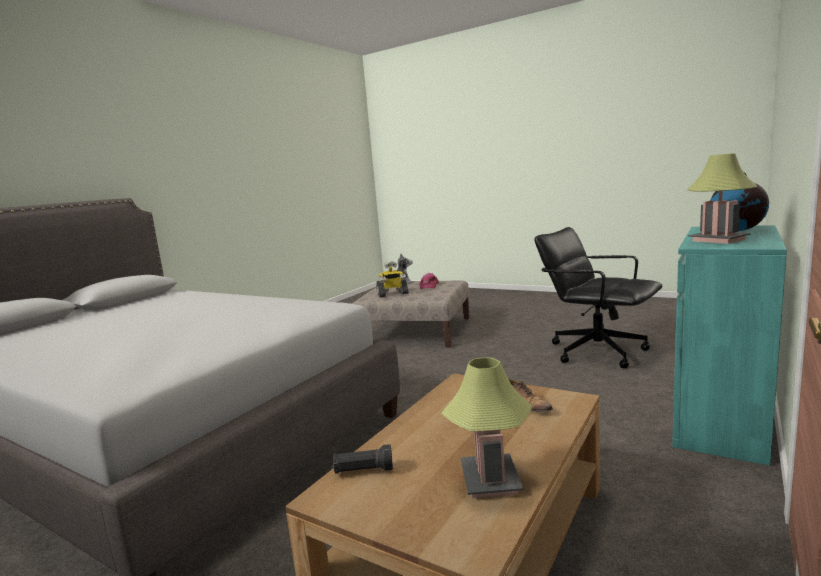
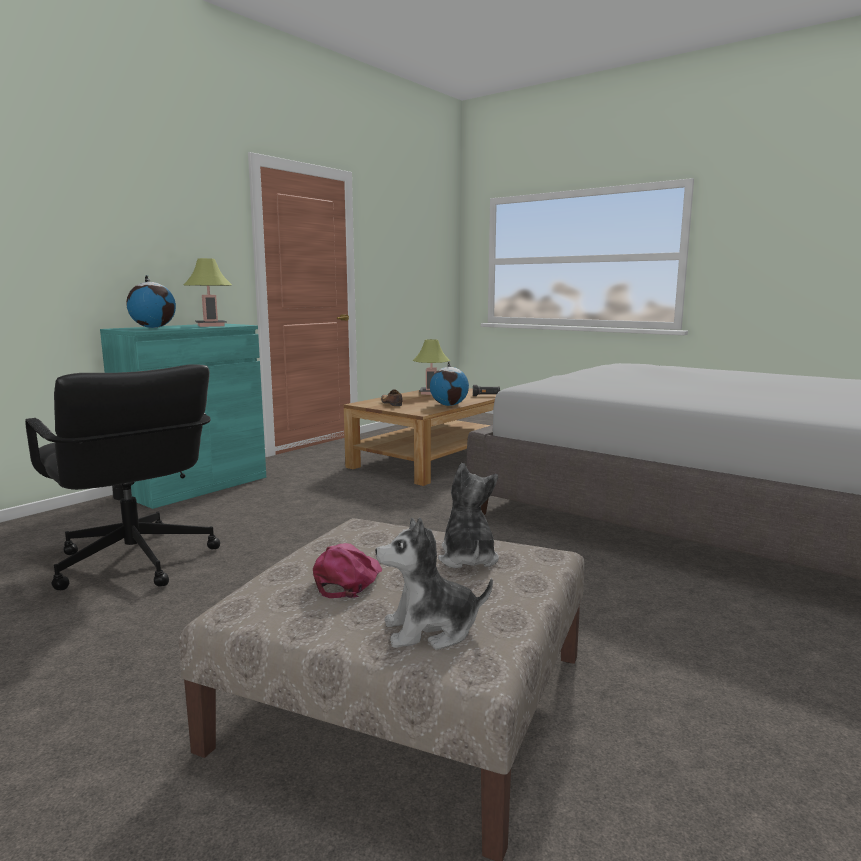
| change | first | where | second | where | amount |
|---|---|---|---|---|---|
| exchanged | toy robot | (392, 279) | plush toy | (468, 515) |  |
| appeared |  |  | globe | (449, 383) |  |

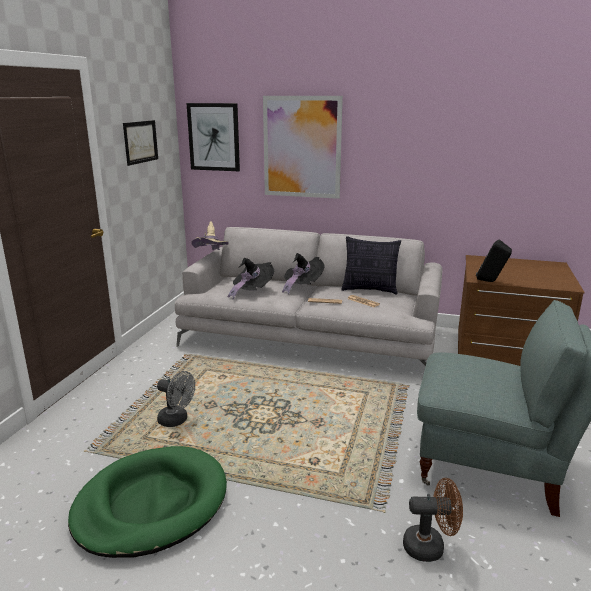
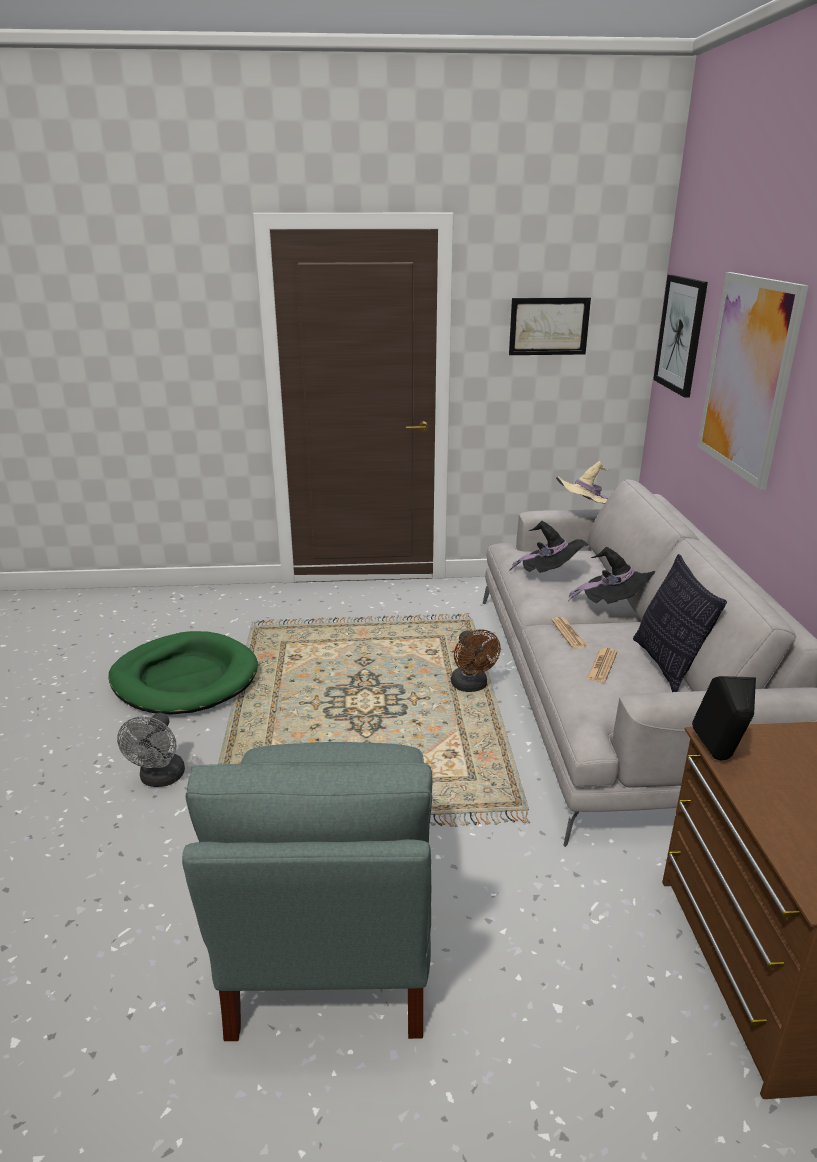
| change | first | where | second | where | amount |
|---|---|---|---|---|---|
| relocated | fan (grey) | (176, 399) |  | (151, 750) |  |
| relocated | fan (brown) | (433, 520) |  | (476, 660) |  |

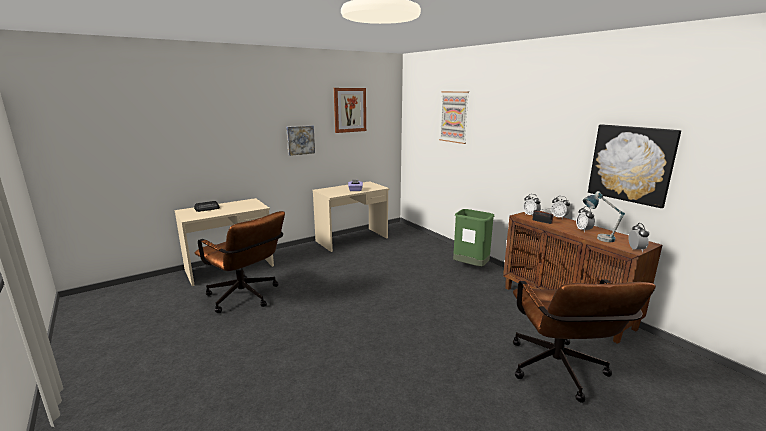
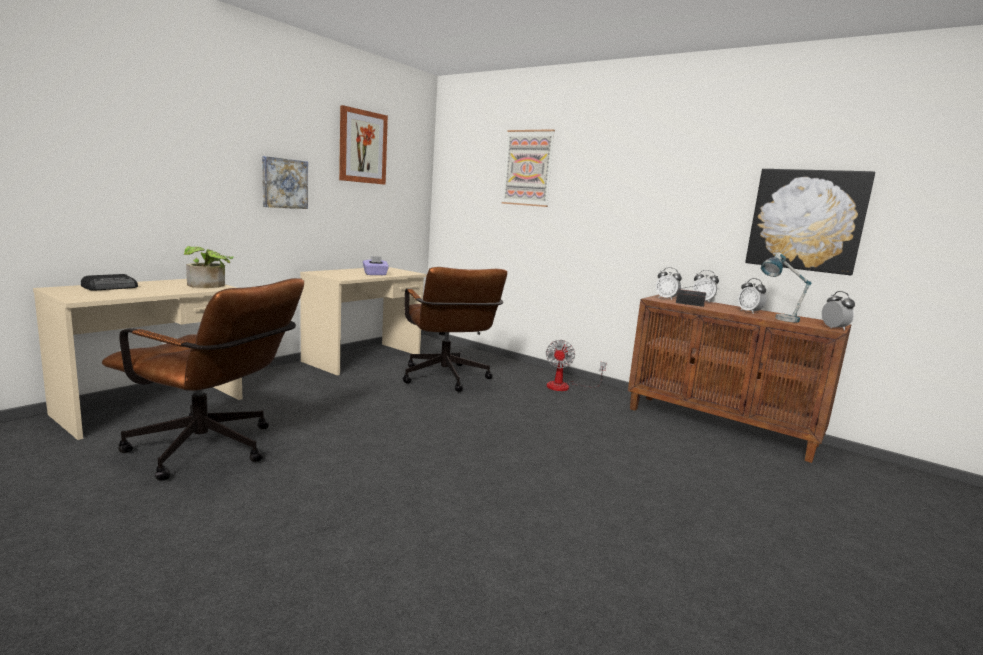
| change | first | where | second | where | amount |
|---|---|---|---|---|---|
| exchanged | trash can (green) | (474, 237) | fan | (576, 365) |  |
| relocated | office chair (brown) | (584, 341) |  | (455, 329) |  |
| appeared |  |  | potted plant | (209, 267) |  |

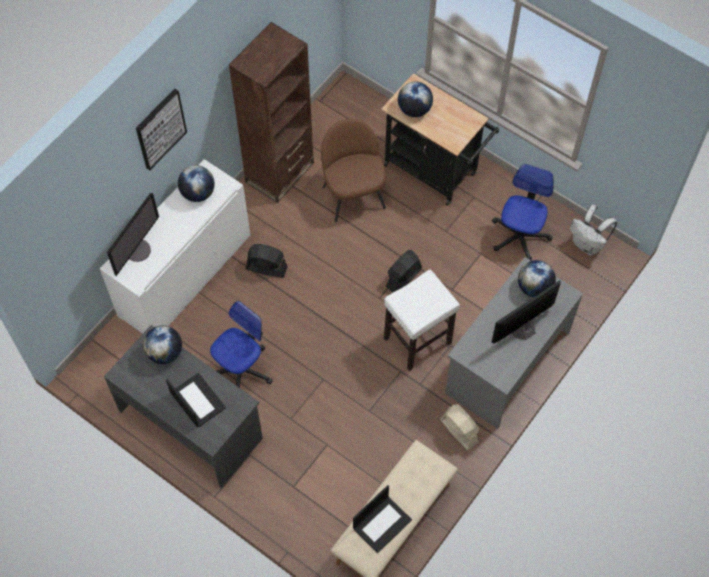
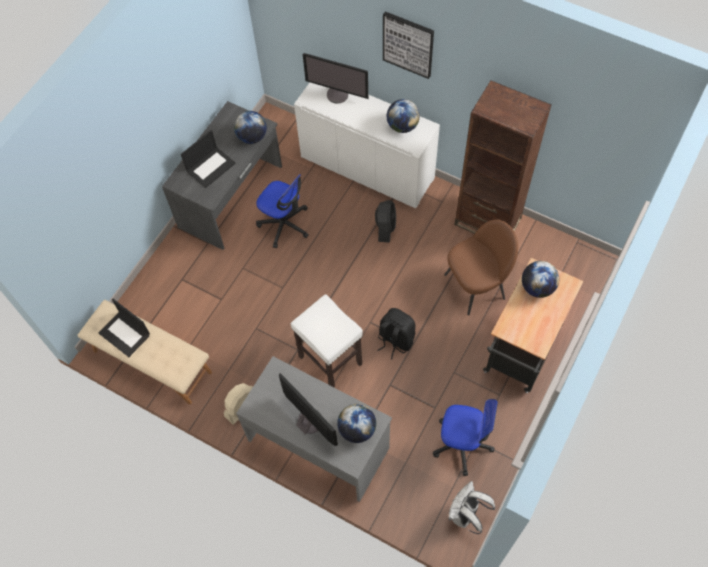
| change | first | where | second | where | amount |
|---|---|---|---|---|---|
| exchanged | fan (black) | (404, 271) | backpack (black) | (397, 333) |  |

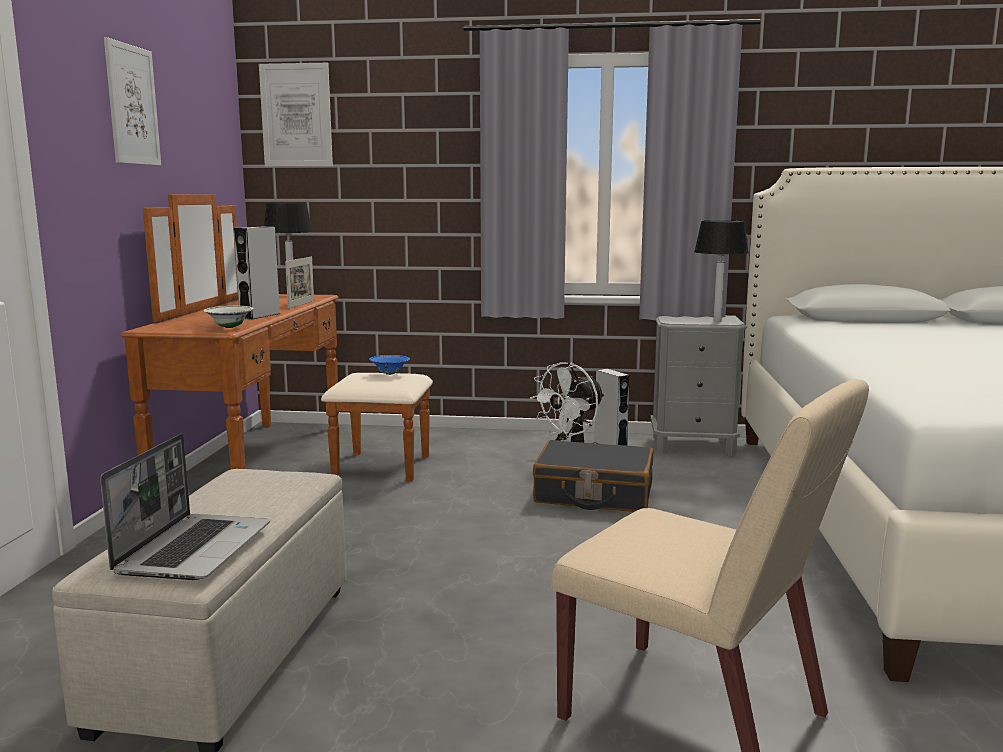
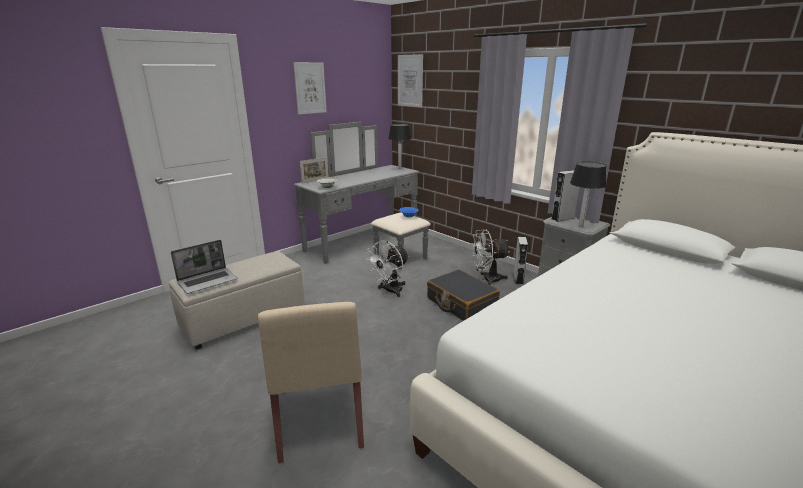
| change | first | where | second | where | amount |
|---|---|---|---|---|---|
| colour | dresser (brown) | (277, 337) | dresser (grey) | (362, 196) |  |
| relocated | speaker (grey) | (257, 273) |  | (565, 196) |  |
| relocated | picture frame | (299, 283) |  | (314, 170) |  |
| appeared |  |  | fan (white) | (387, 269) |  |

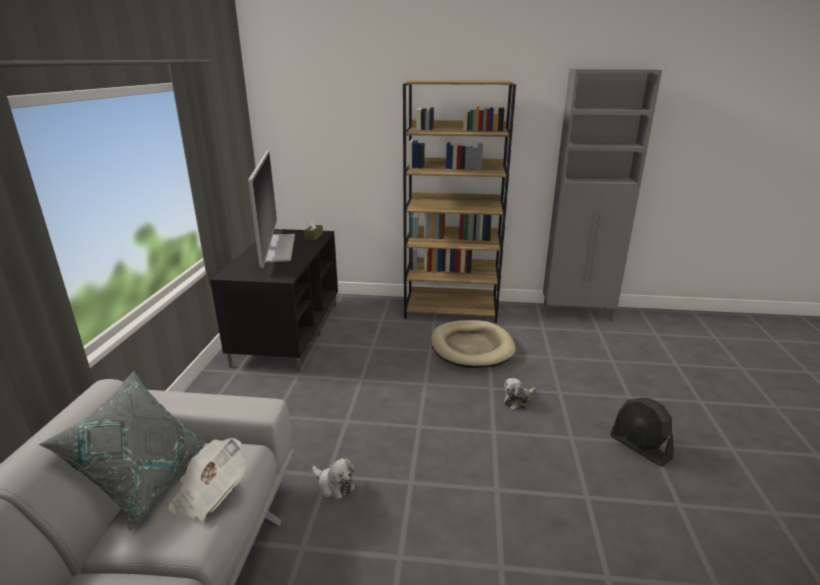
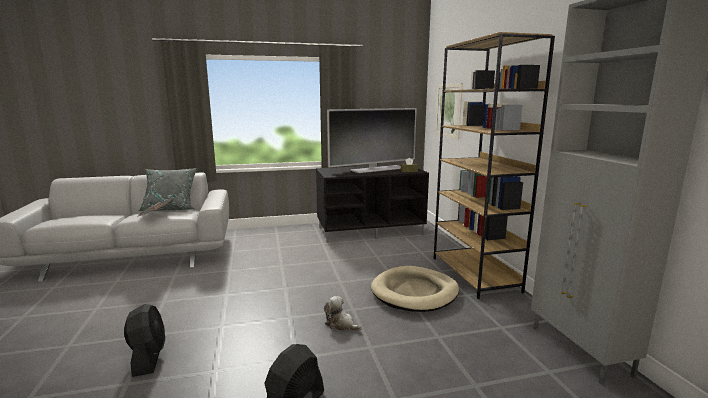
| change | first | where | second | where | amount |
|---|---|---|---|---|---|
| missing | plush toy | (333, 478) |  |  |  |
| appeared |  |  | picture | (449, 111) |  |
| appeared |  |  | fan (black) | (144, 340) |  |

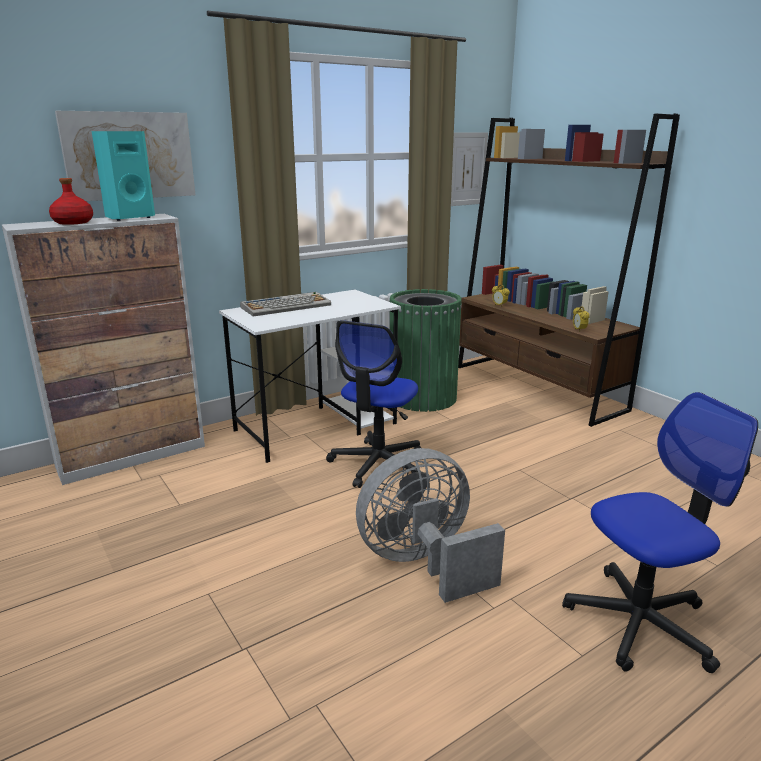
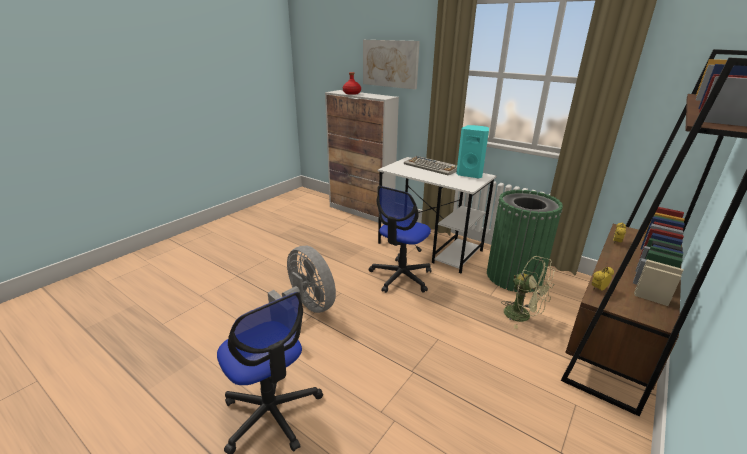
| change | first | where | second | where | amount |
|---|---|---|---|---|---|
| relocated | speaker (turquoise) | (123, 176) |  | (472, 151) |  |
| missing | picture | (469, 169) |  |  |  |
| spun | office chair | (373, 404) |  | (400, 239) | 60 degrees counterclockwise |
| appeared |  |  | fan (green) | (528, 292) |  |

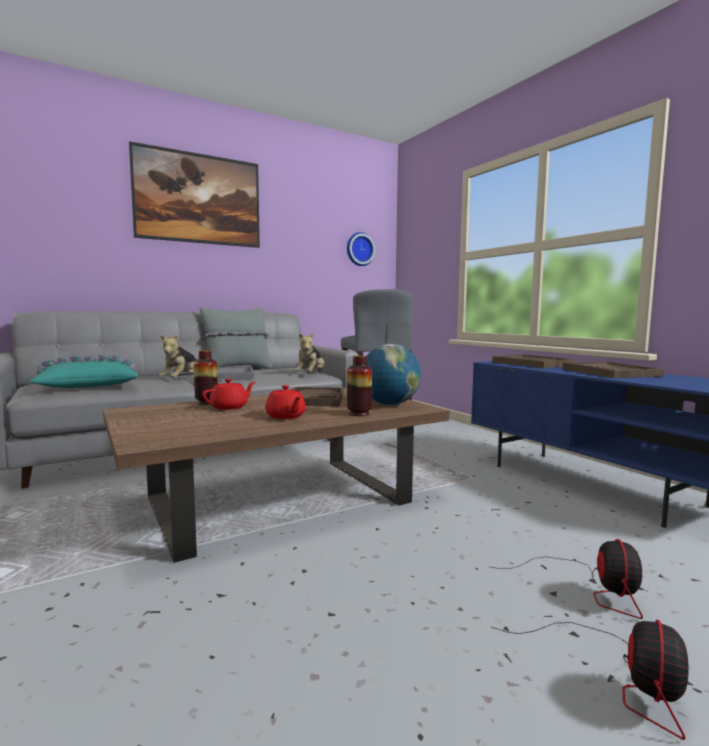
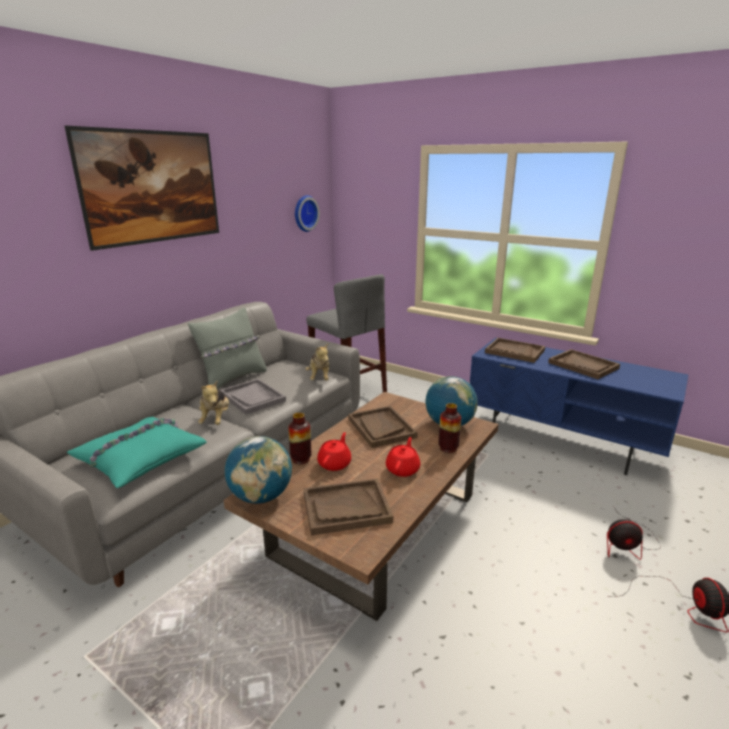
| change | first | where | second | where | amount |
|---|---|---|---|---|---|
| spun | teapot (red) | (285, 402) |  | (403, 457) | 105 degrees counterclockwise |
| spun | fan | (567, 579) |  | (634, 533) | 105 degrees clockwise |
| appeared |  |  | globe | (258, 470) |  |
| appeared |  |  | tray (brown) | (348, 507) |  |

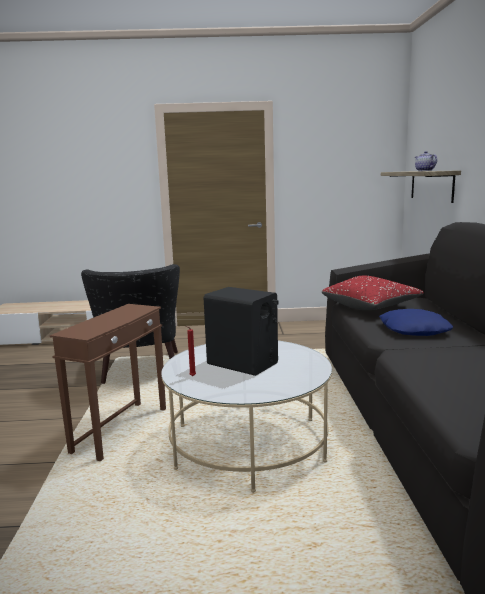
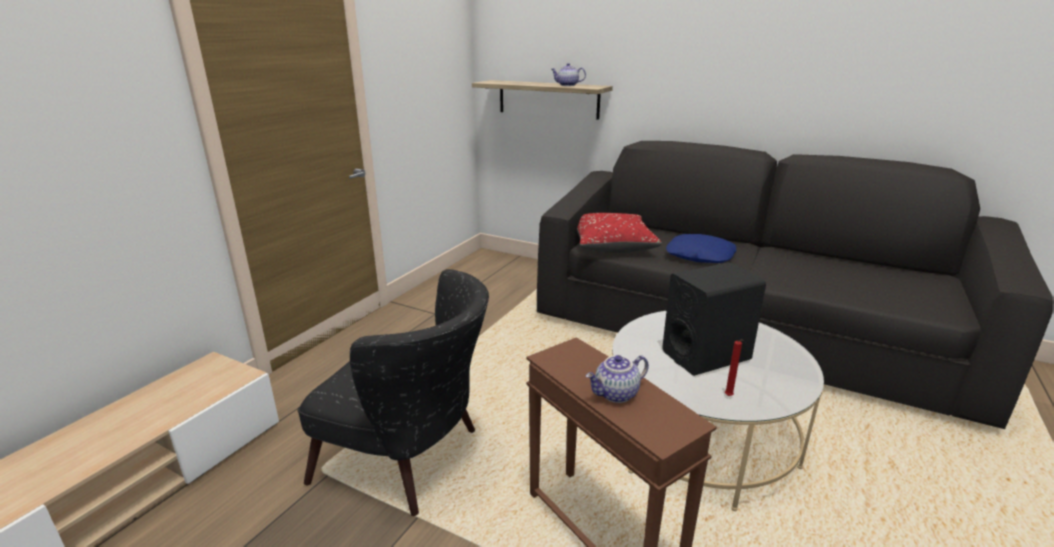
| change | first | where | second | where | amount |
|---|---|---|---|---|---|
| appeared |  |  | teapot | (617, 379) |  |

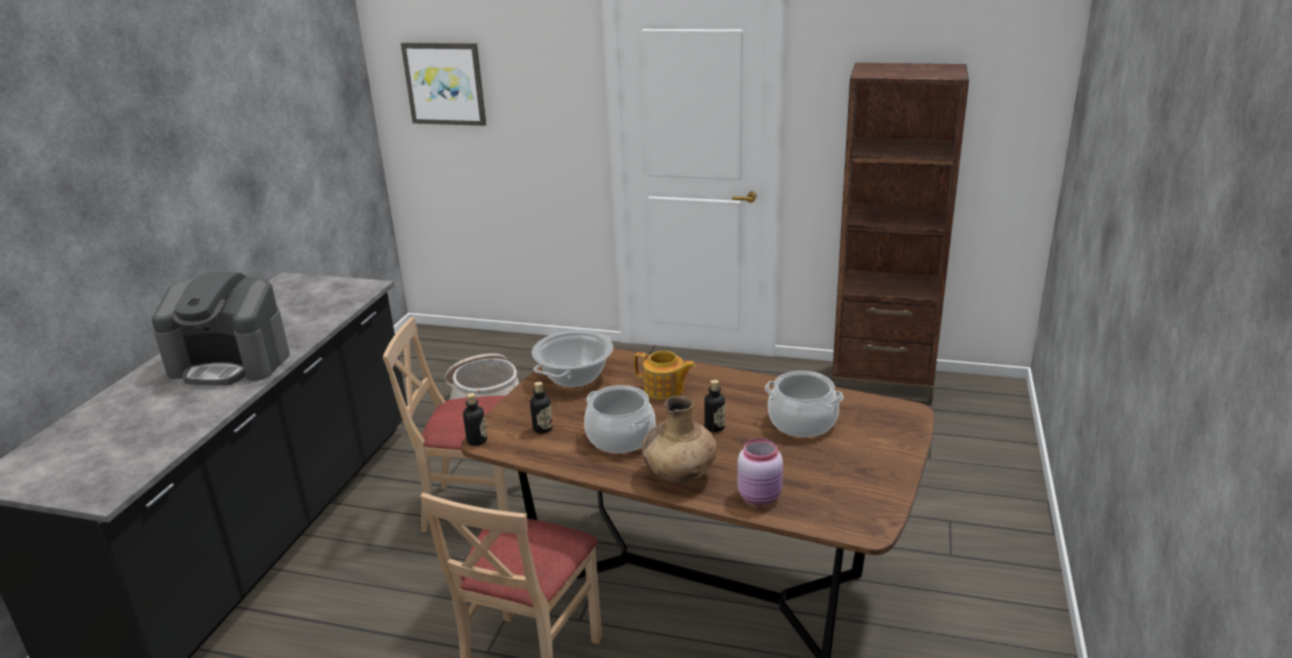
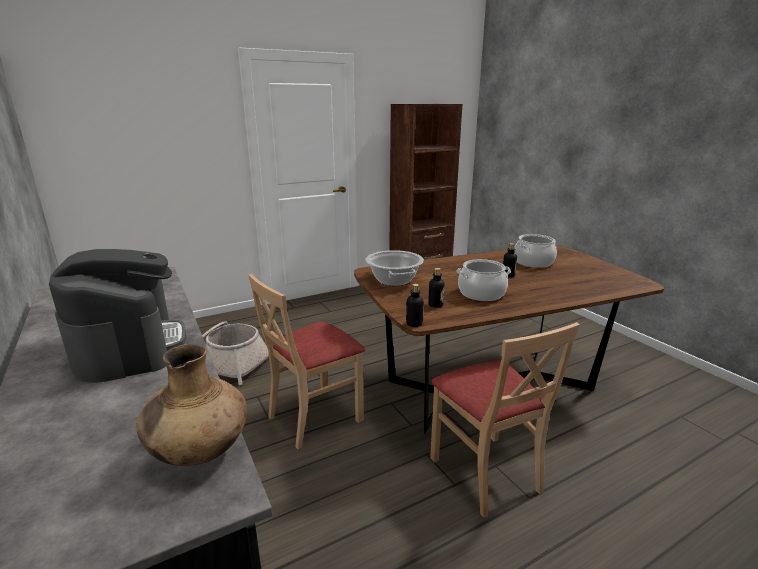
| change | first | where | second | where | amount |
|---|---|---|---|---|---|
| missing | picture | (444, 84) |  |  |  |
| spun | coffee machine | (221, 328) |  | (117, 316) | 75 degrees counterclockwise |
| missing | teapot | (665, 375) |  |  |  |
| relocated | vase (brown) | (679, 439) |  | (191, 405) |  |
| missing | jar (pink) | (760, 471) |  |  |  |

